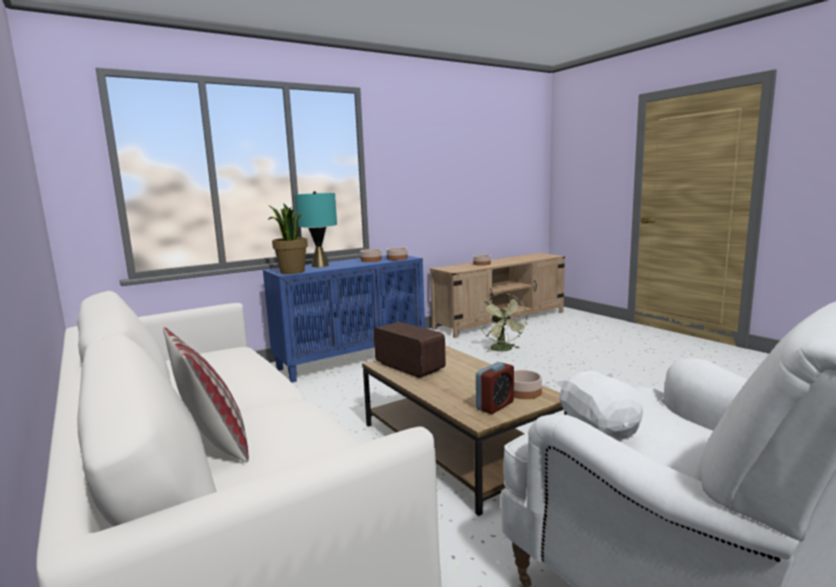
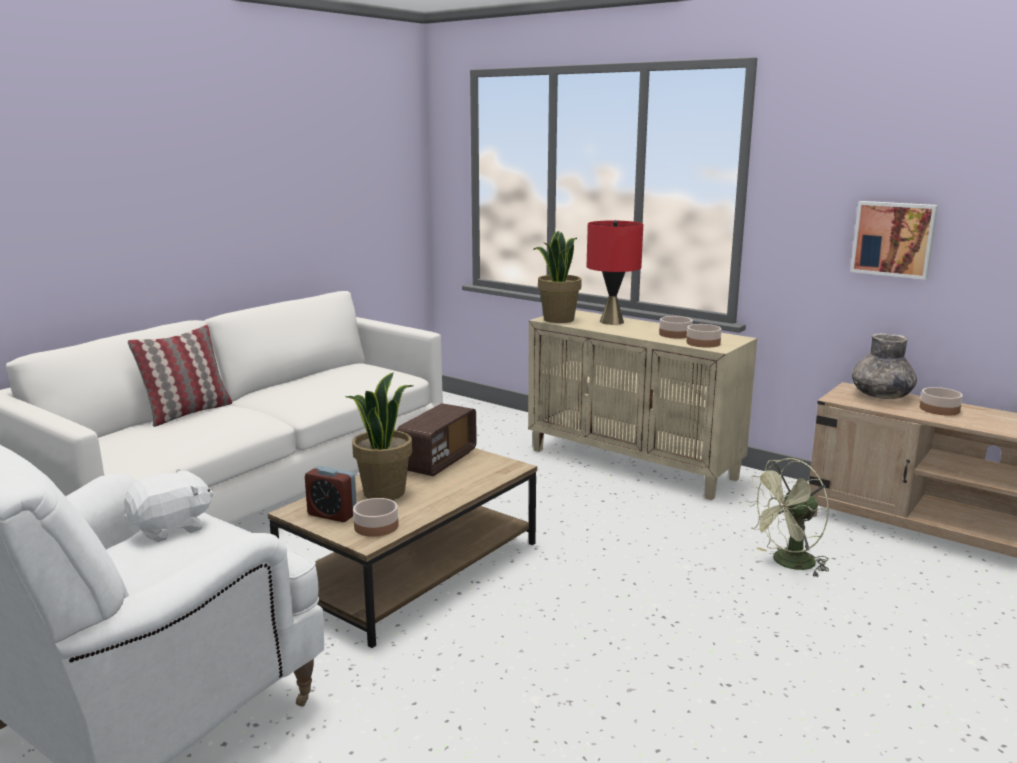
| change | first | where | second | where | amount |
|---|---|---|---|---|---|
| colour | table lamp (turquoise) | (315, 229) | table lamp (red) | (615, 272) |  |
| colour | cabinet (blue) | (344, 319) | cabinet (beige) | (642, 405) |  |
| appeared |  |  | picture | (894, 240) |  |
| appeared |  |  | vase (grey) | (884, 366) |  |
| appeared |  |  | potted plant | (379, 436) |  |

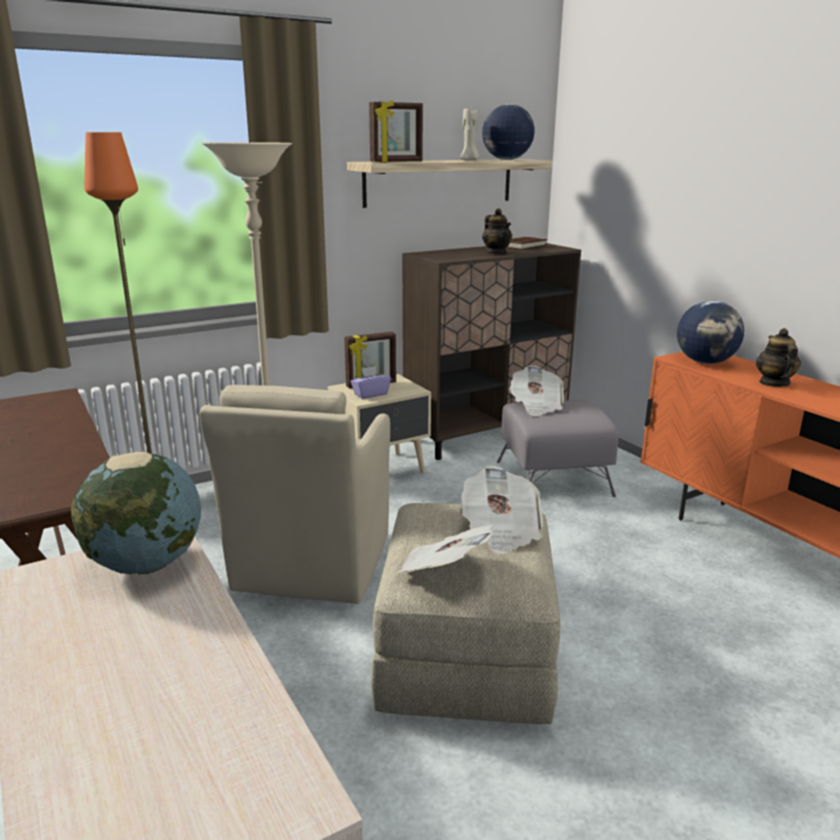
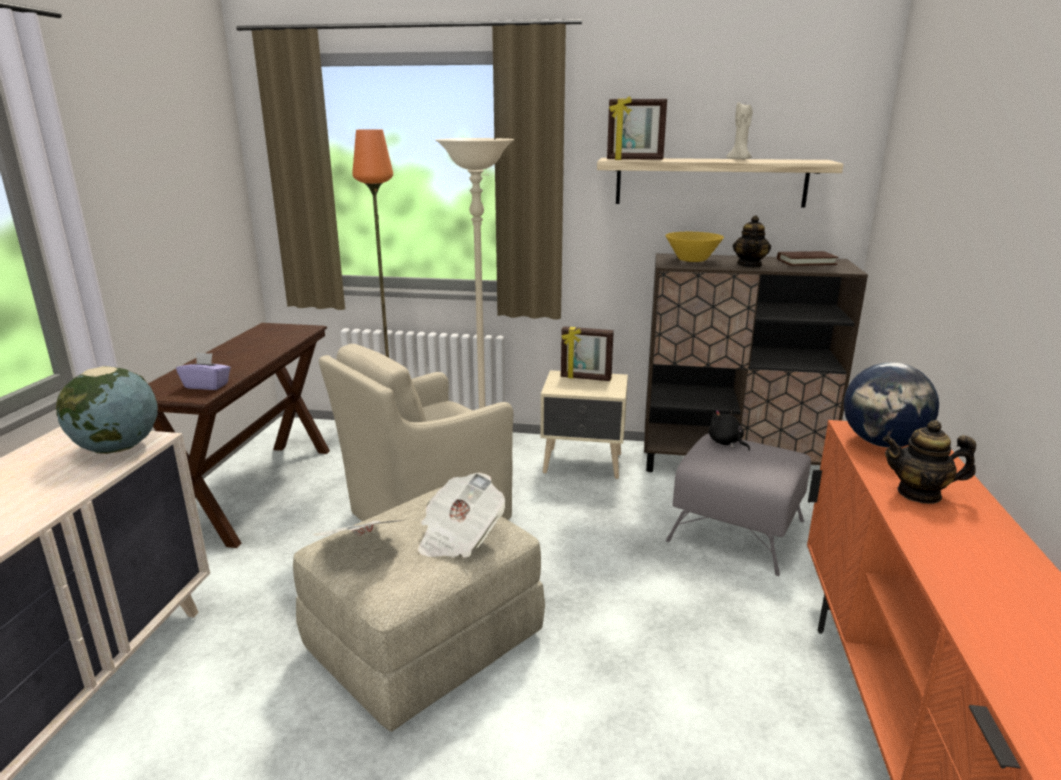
| change | first | where | second | where | amount |
|---|---|---|---|---|---|
| missing | globe | (508, 132) |  |  |  |
| spun | teapot | (778, 357) |  | (929, 462) | 120 degrees counterclockwise |
| relocated | tissue box (purple) | (371, 382) |  | (203, 371) |  |
| exchanged | newspaper | (536, 391) | plush toy (black) | (729, 429) |  |
| appeared |  |  | bowl (yellow) | (694, 247) |  |

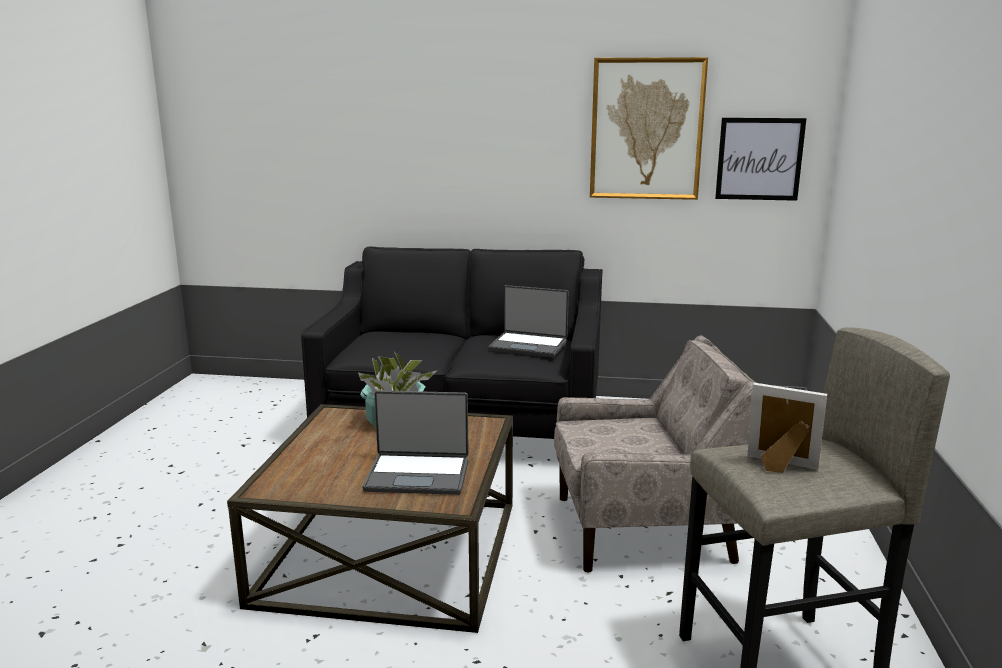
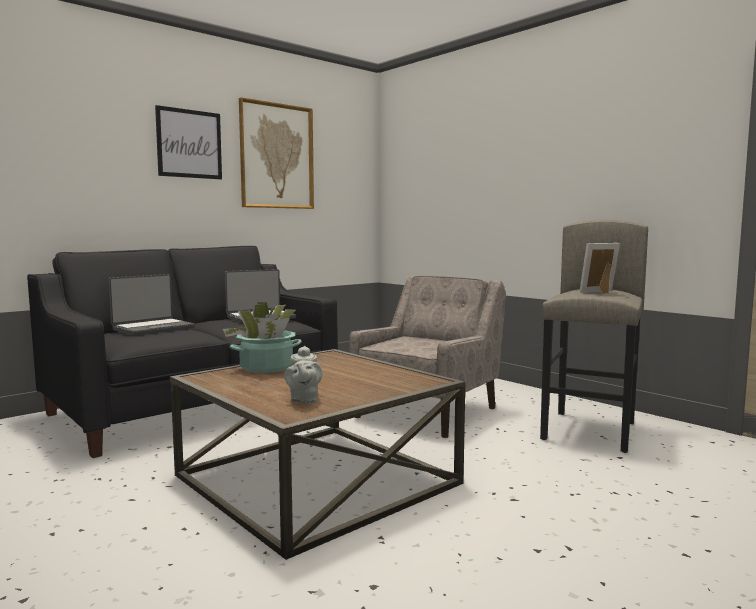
| change | first | where | second | where | amount |
|---|---|---|---|---|---|
| relocated | picture | (760, 159) |  | (188, 142) |  |
| relocated | laptop | (416, 442) |  | (151, 305) |  |
| appeared |  |  | teapot (grey) | (303, 375) |  |

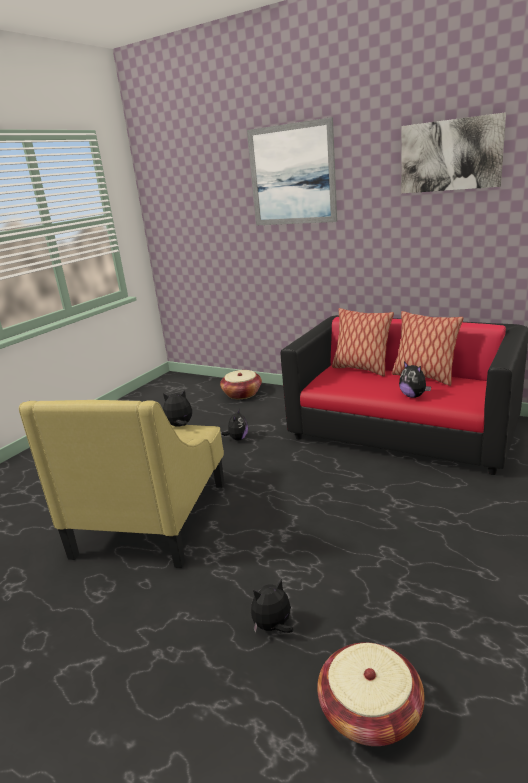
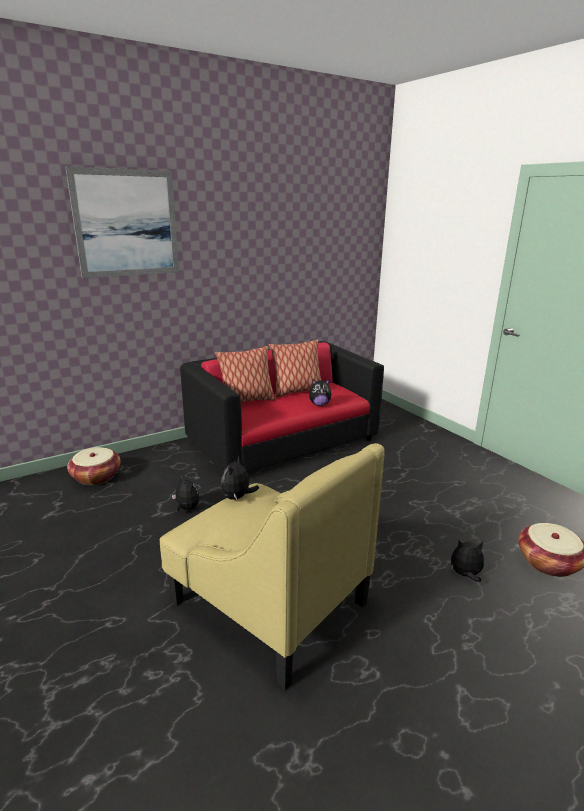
| change | first | where | second | where | amount |
|---|---|---|---|---|---|
| missing | picture | (453, 153) |  |  |  |
| spun | plush toy | (272, 606) |  | (467, 561) | 90 degrees clockwise |

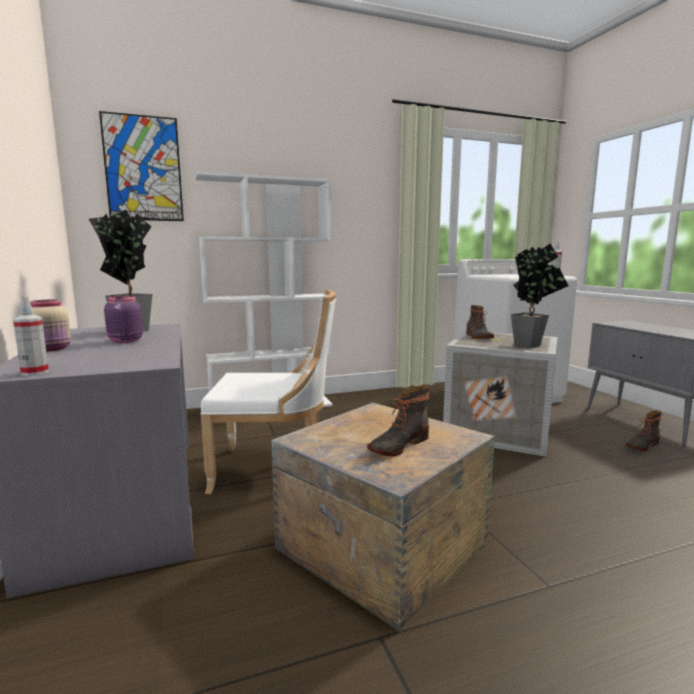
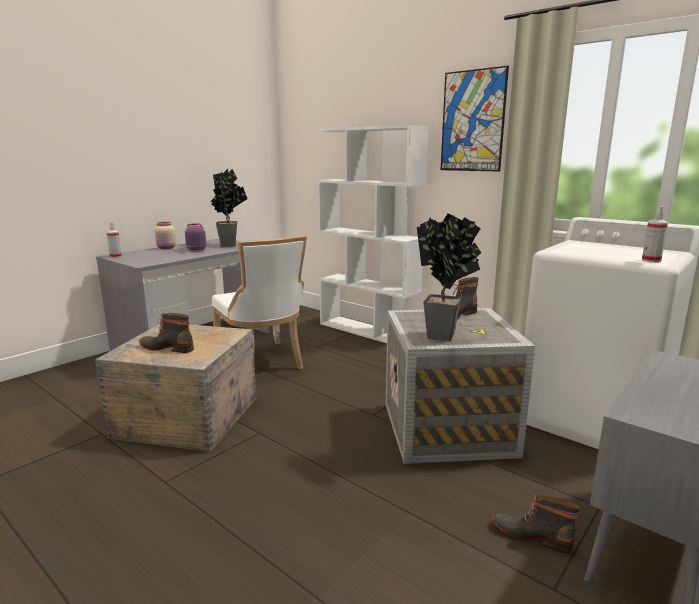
| change | first | where | second | where | amount |
|---|---|---|---|---|---|
| relocated | picture | (141, 166) |  | (475, 119) |  |

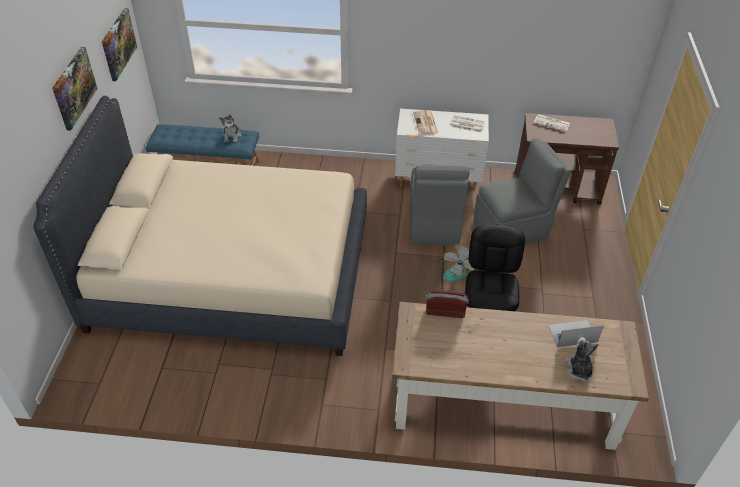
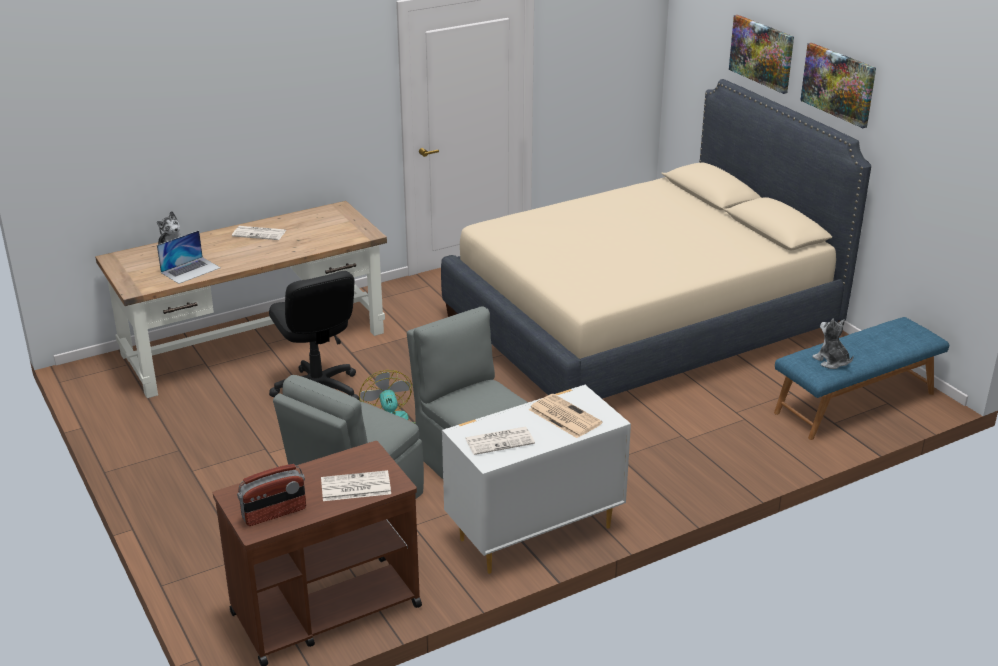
| change | first | where | second | where | amount |
|---|---|---|---|---|---|
| relocated | picture | (119, 44) |  | (761, 54) |  |
| relocated | radio | (447, 303) |  | (271, 495) |  |
| appeared |  |  | newspaper | (259, 233) |  |

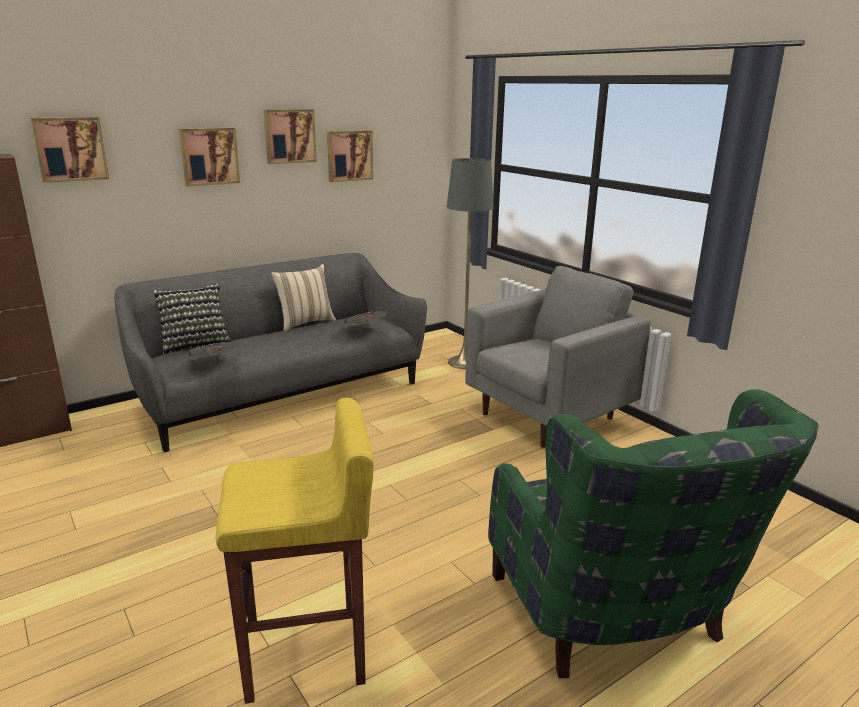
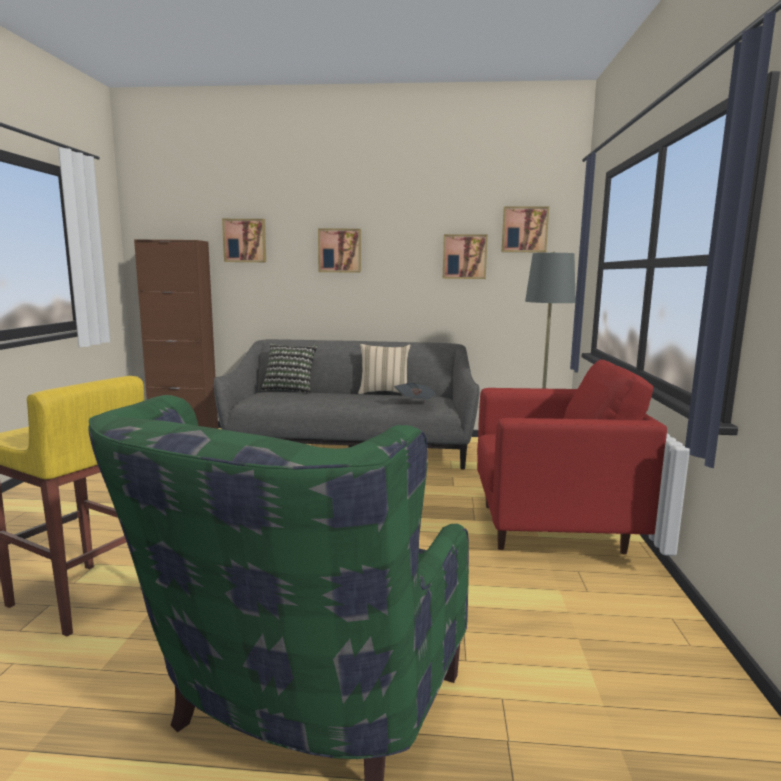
| change | first | where | second | where | amount |
|---|---|---|---|---|---|
| relocated | picture | (290, 136) |  | (525, 229) |  |
| colour | armchair (grey) | (558, 357) | armchair (red) | (572, 456) |  |
| missing | newspaper | (212, 349) |  |  |  |

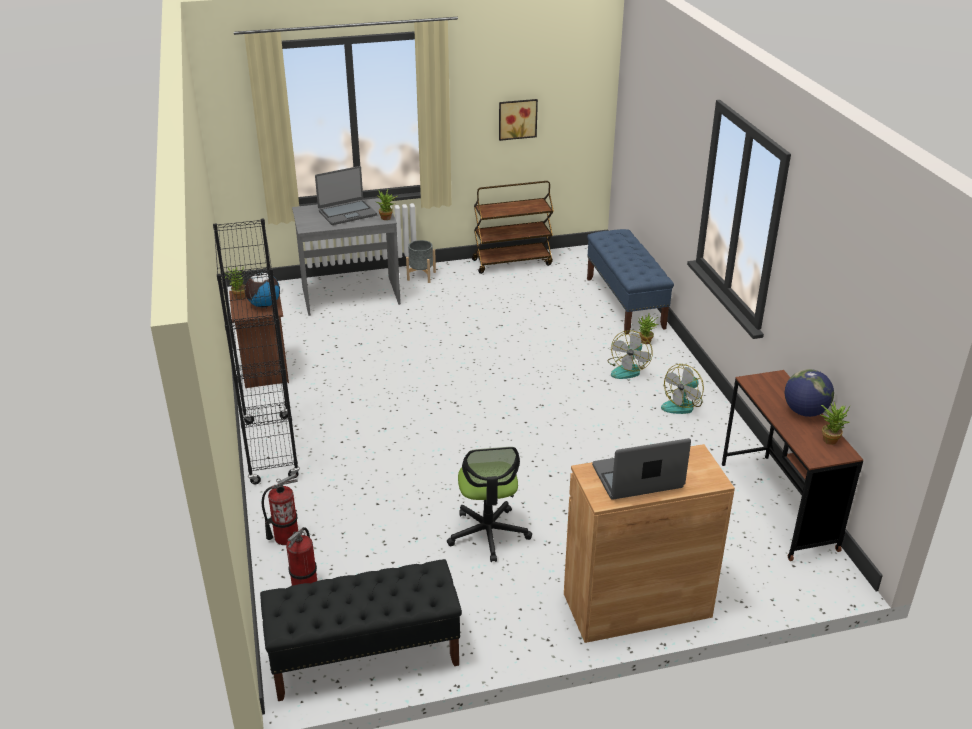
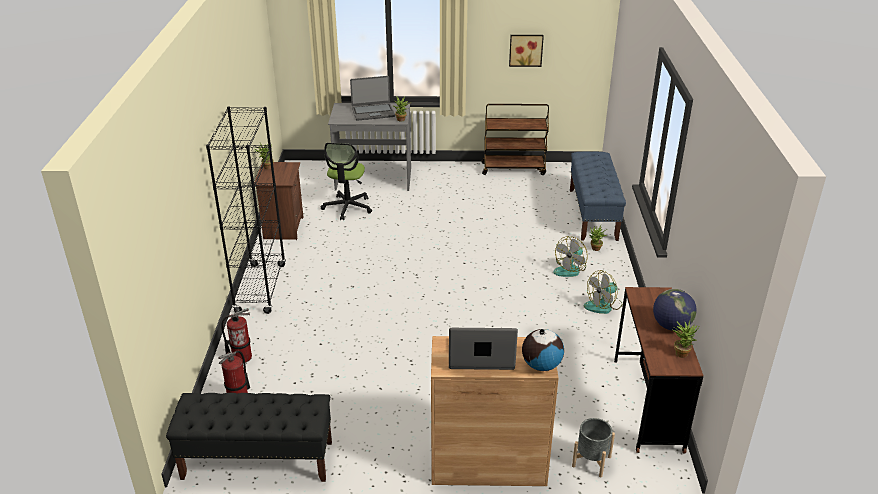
| change | first | where | second | where | amount |
|---|---|---|---|---|---|
| relocated | planter (grey) | (421, 261) |  | (593, 448) |  |
| relocated | globe | (262, 289) |  | (543, 350) |  |
| relocated | office chair | (489, 504) |  | (346, 181) |  |

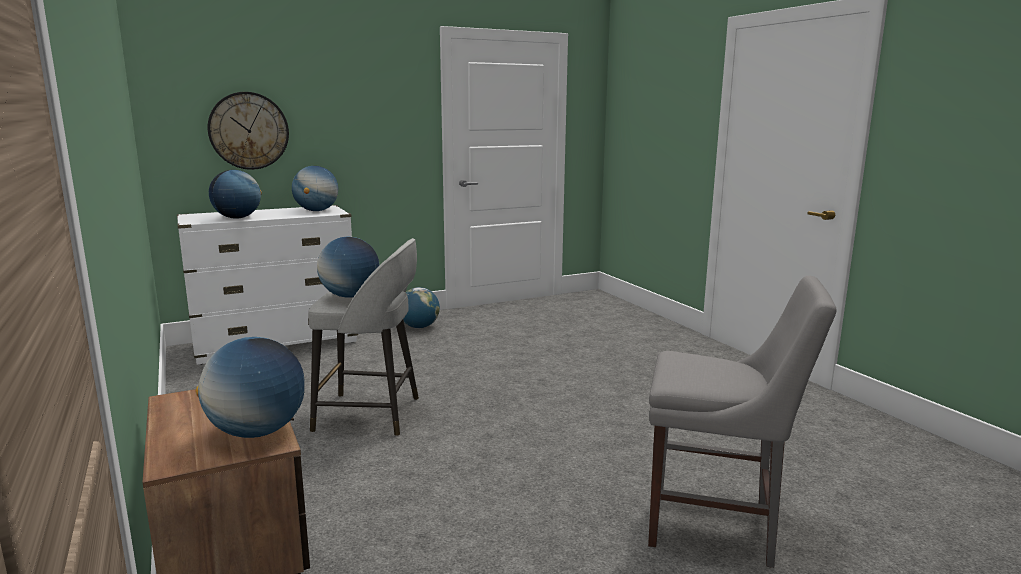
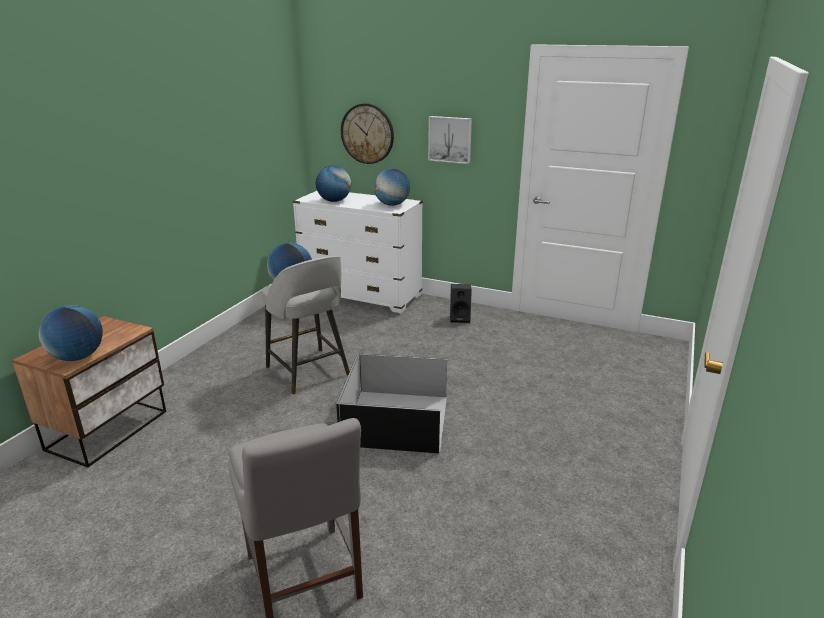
| change | first | where | second | where | amount |
|---|---|---|---|---|---|
| exchanged | globe | (421, 307) | speaker (black) | (461, 303) |  |
| appeared |  |  | picture | (450, 140) |  |
| appeared |  |  | storage box (black) | (391, 403) |  |

